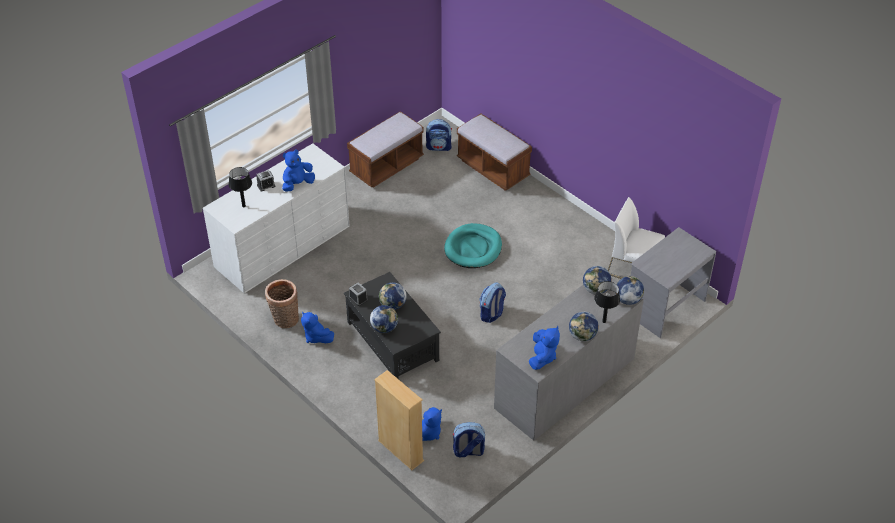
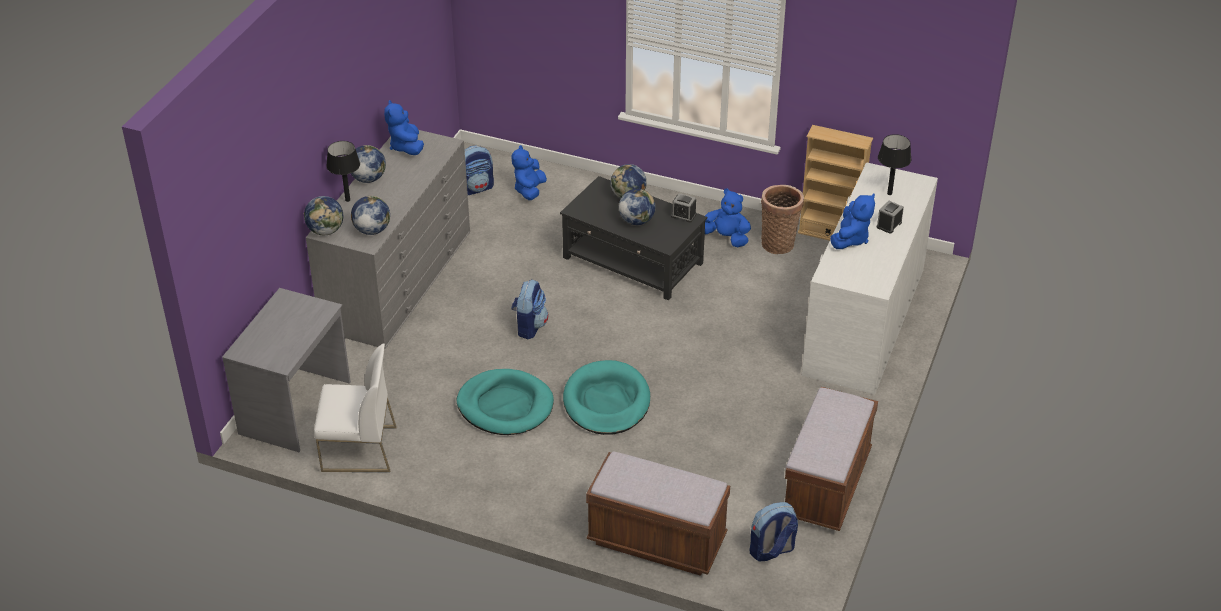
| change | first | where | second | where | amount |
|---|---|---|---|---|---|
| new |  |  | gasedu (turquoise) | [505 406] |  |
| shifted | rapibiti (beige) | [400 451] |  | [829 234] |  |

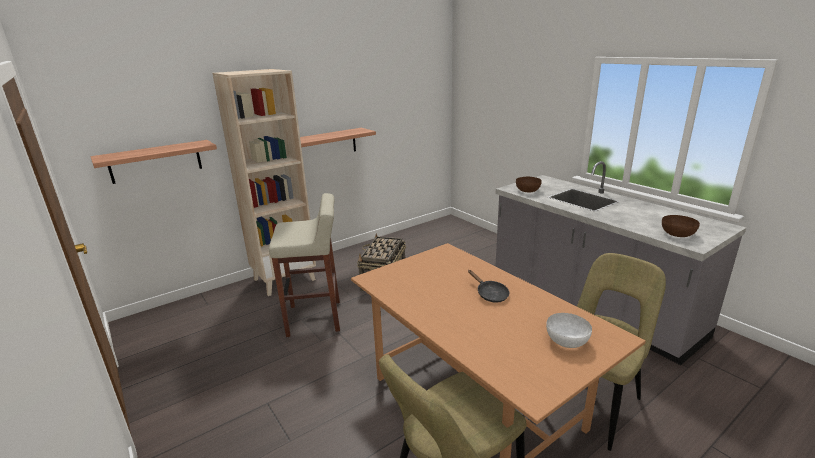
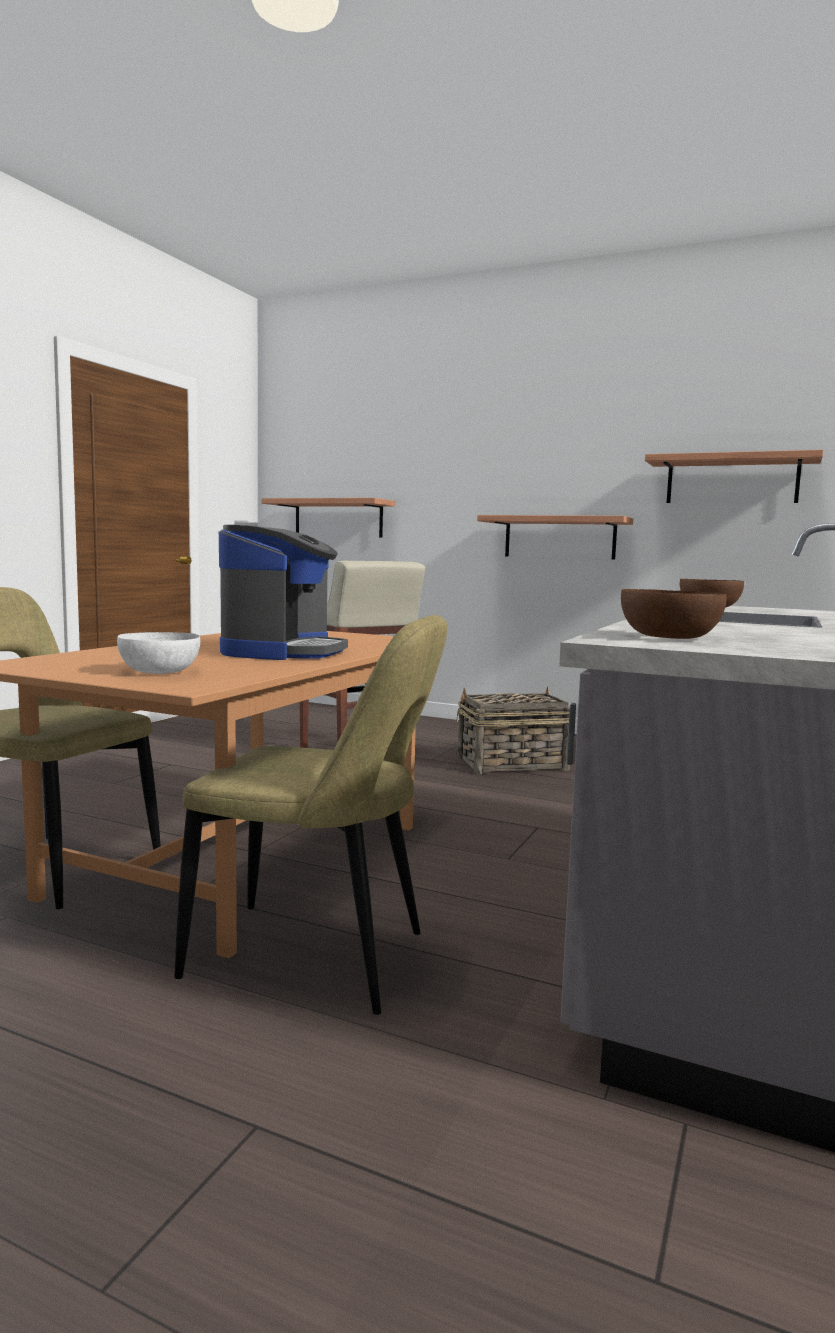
| change | first | where | second | where | amount |
|---|---|---|---|---|---|
| swapped | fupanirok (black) | [490 294] | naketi | [283 651] |  |
| new |  |  | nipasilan | [732 480] |  |
| gone | rapibiti (beige) | [284 279] |  |  |  |

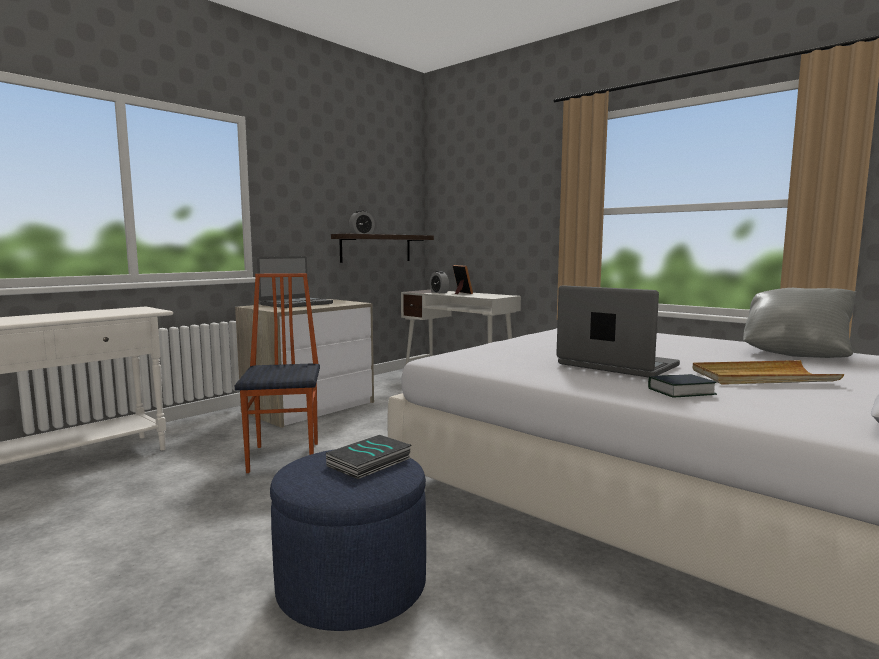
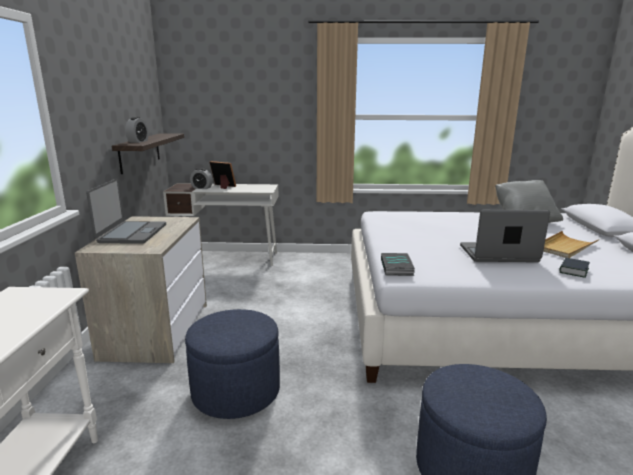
| change | first | where | second | where | amount |
|---|---|---|---|---|---|
| swapped | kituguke | [286 456] | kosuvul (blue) | [236 391] |  |
| shifted | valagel | [369 463] |  | [397 267] |  |

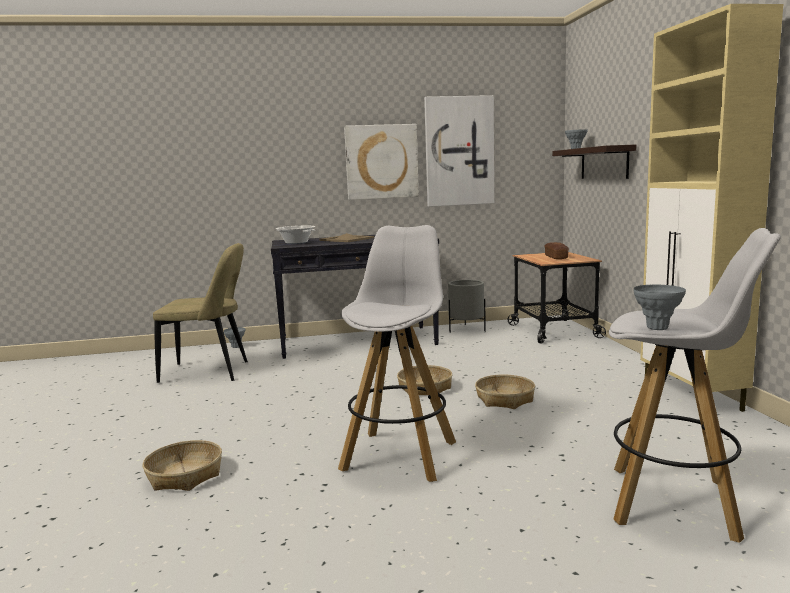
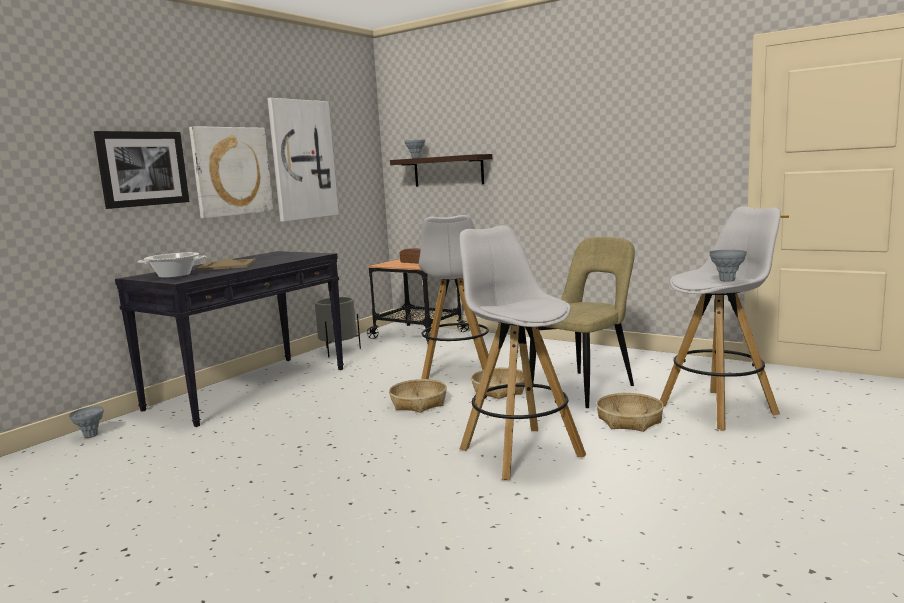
| change | first | where | second | where | amount |
|---|---|---|---|---|---|
| new |  |  | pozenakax | [143 168] |  |
| new |  |  | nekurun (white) | [457 370] |  |
| shifted | kituguke (beige) | [209 372] |  | [585 389] |  |
| shifted | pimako | [185 475] |  | [629 420] |  |
| gone | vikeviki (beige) | [691 396] |  |  |  |

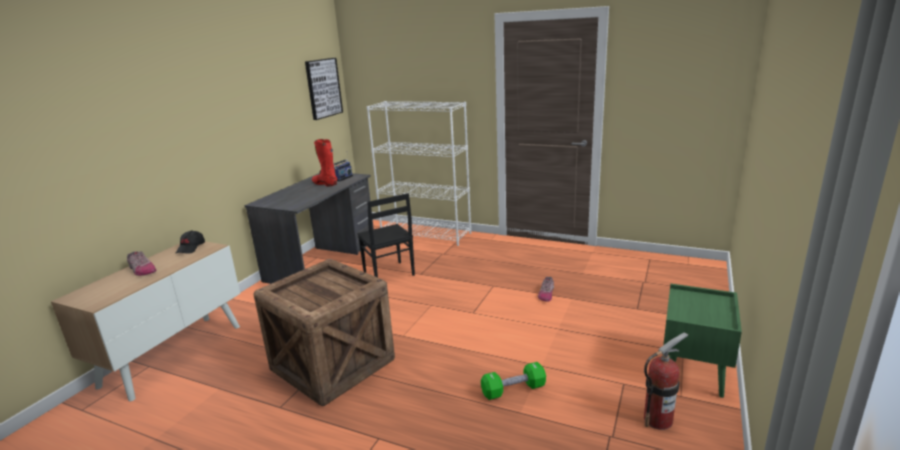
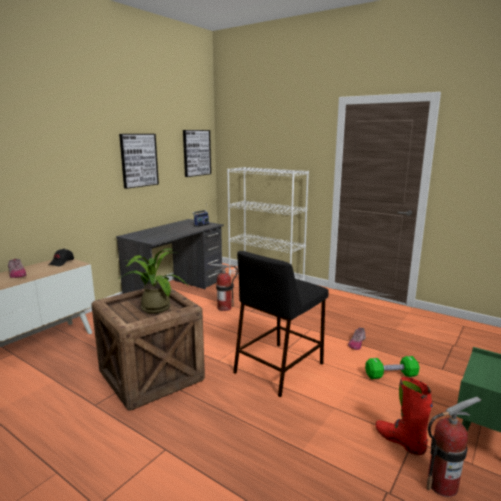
| change | first | where | second | where | amount |
|---|---|---|---|---|---|
| new |  |  | pozenakax | [138 160] |  |
| new |  |  | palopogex | [153 307] |  |
| swapped | kituguke (black) | [388 274] | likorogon | [224 308] |  |
| new |  |  | nekurun (black) | [279 367] |  |
| shifted | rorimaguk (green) | [513 390] |  | [391 375] |  |
| shifted | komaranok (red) | [325 184] |  | [399 441] |  |

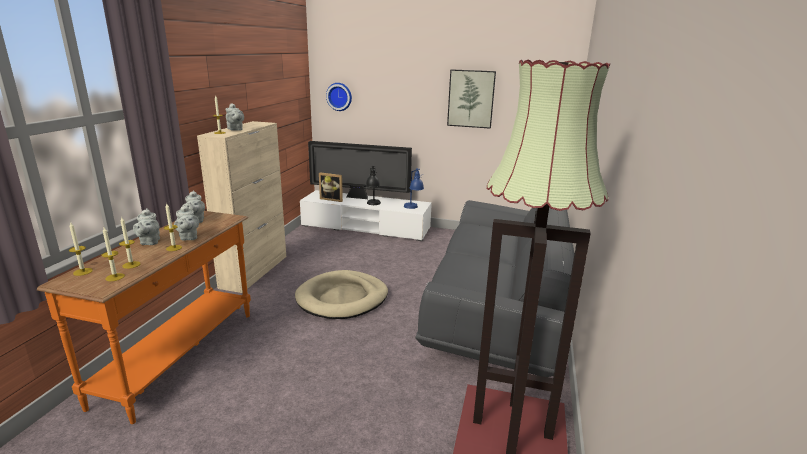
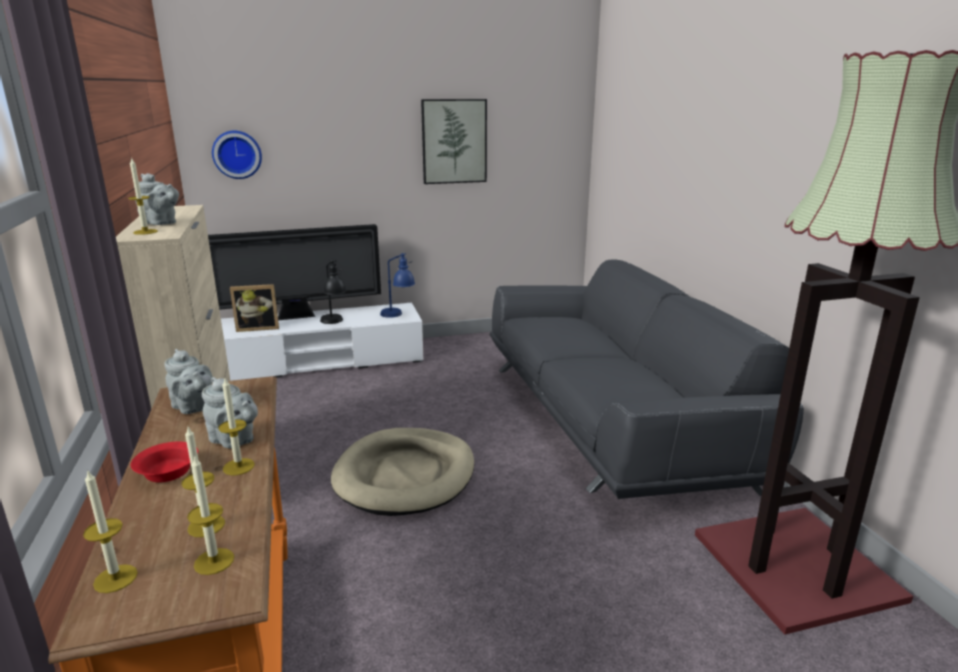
| change | first | where | second | where | amount |
|---|---|---|---|---|---|
| swapped | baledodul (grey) | [149 242] | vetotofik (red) | [167 472] |  |

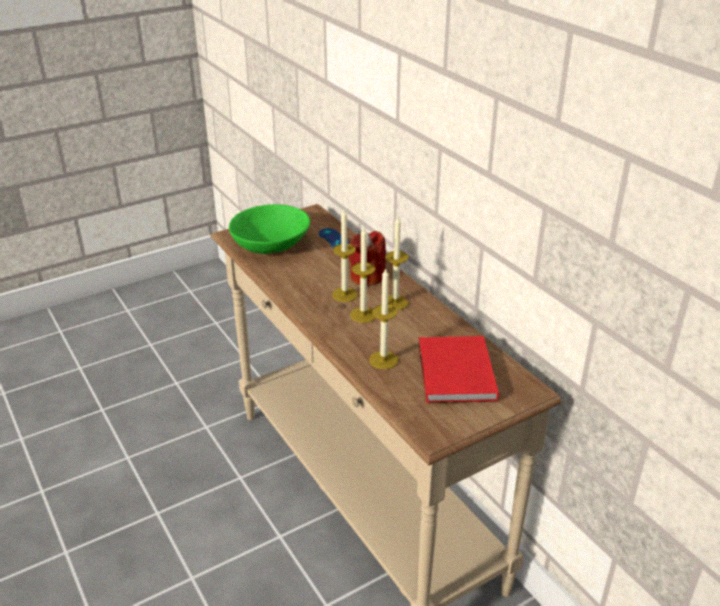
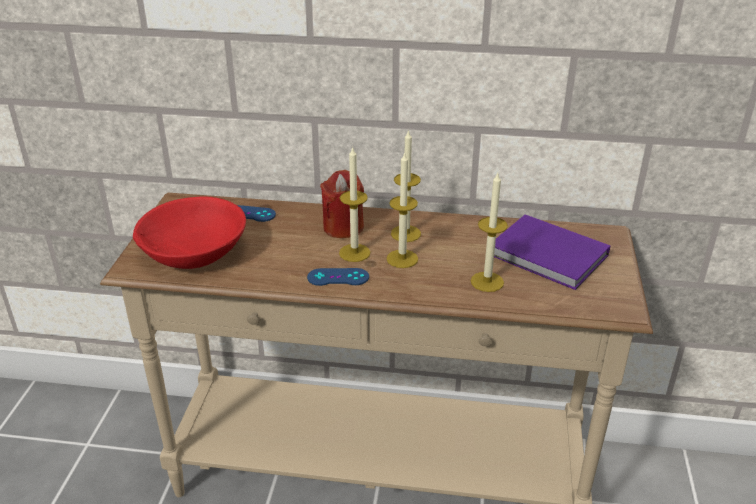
| change | first | where | second | where | amount |
|---|---|---|---|---|---|
| repainted | vetotofik (green) | [270 243] | vetotofik (red) | [194 251] |  |
| new |  |  | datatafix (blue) | [338 277] |  |
| repainted | valagel (red) | [455 374] | valagel (purple) | [549 257] |  |

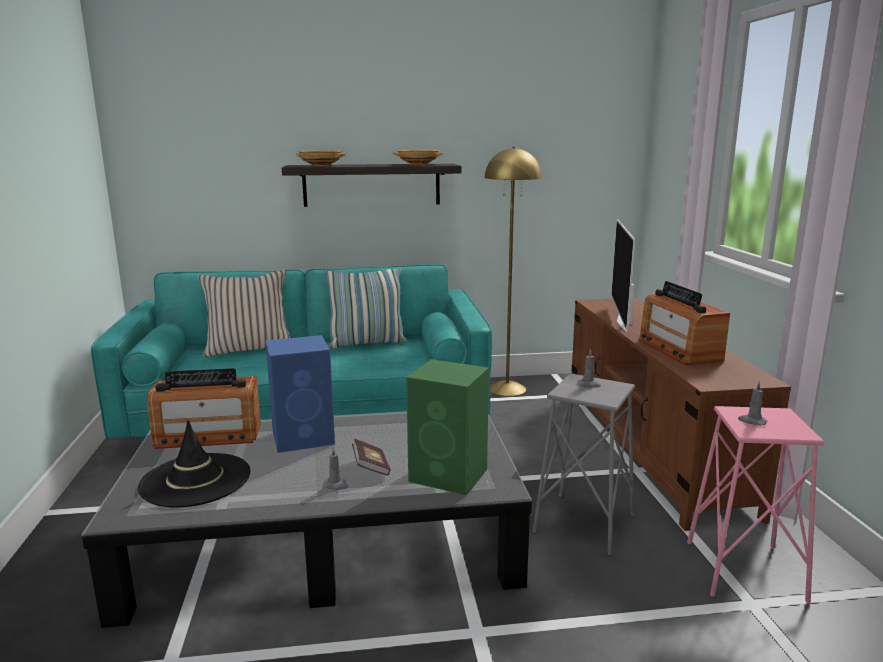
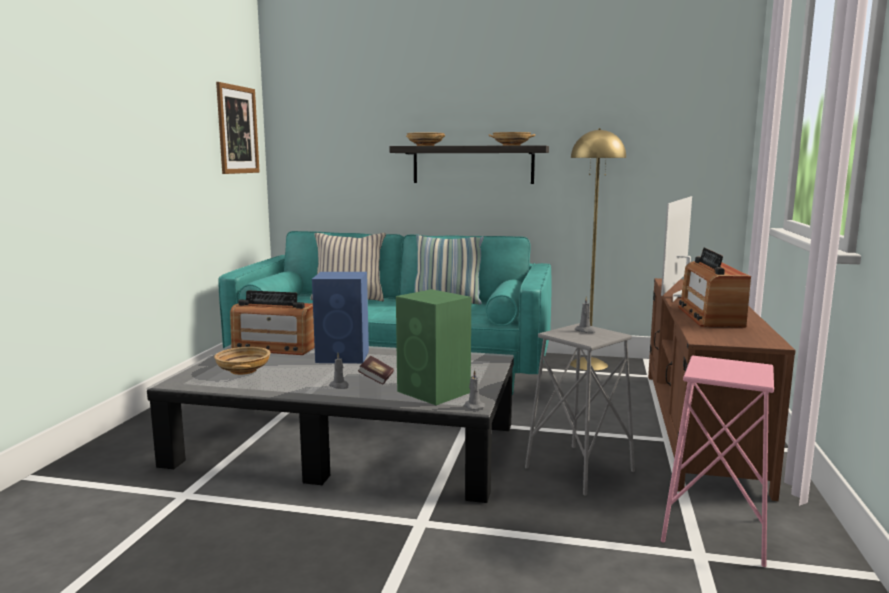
| change | first | where | second | where | amount |
|---|---|---|---|---|---|
| swapped | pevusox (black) | [195 480] | vetotofik (beige) | [243 370] |  |
| new |  |  | pozenakax | [237 130] |  |
| shifted | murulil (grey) | [752 421] |  | [473 406] |  |

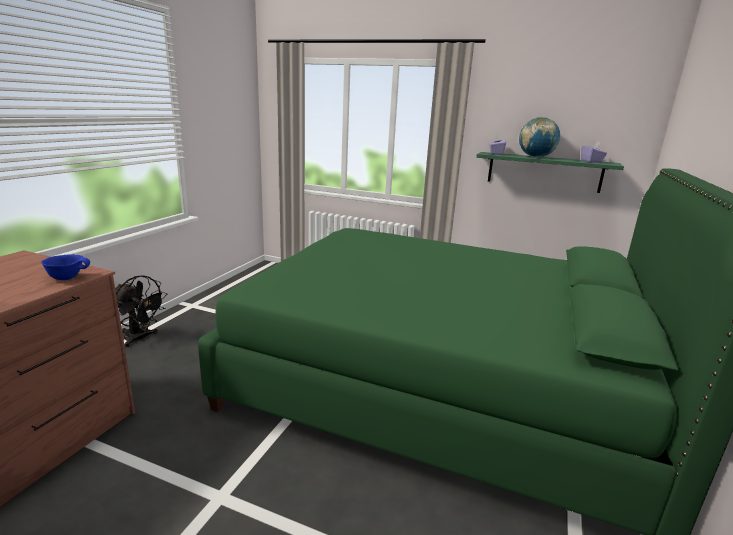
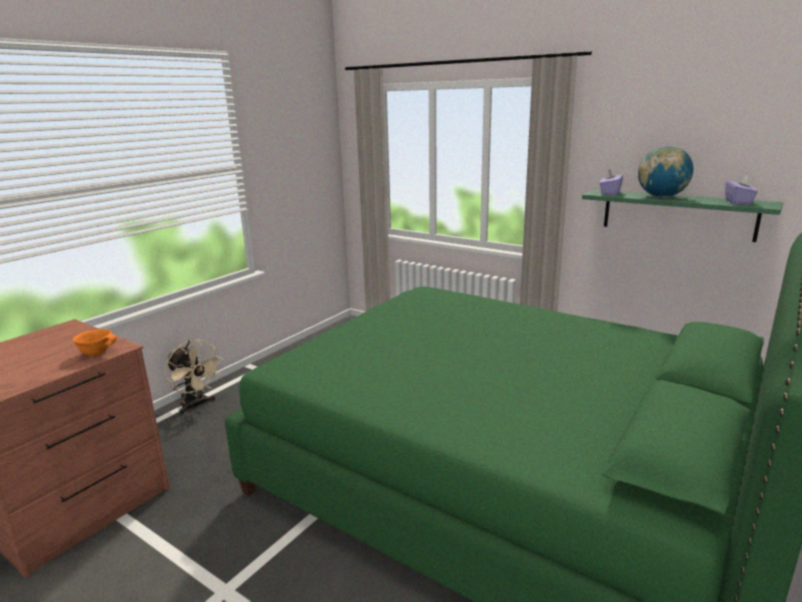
| change | first | where | second | where | amount |
|---|---|---|---|---|---|
| repainted | vetotofik (blue) | [67 278] | vetotofik (orange) | [98 353] |  |
| repainted | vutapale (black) | [140 339] | vutapale (beige) | [196 405] |  |

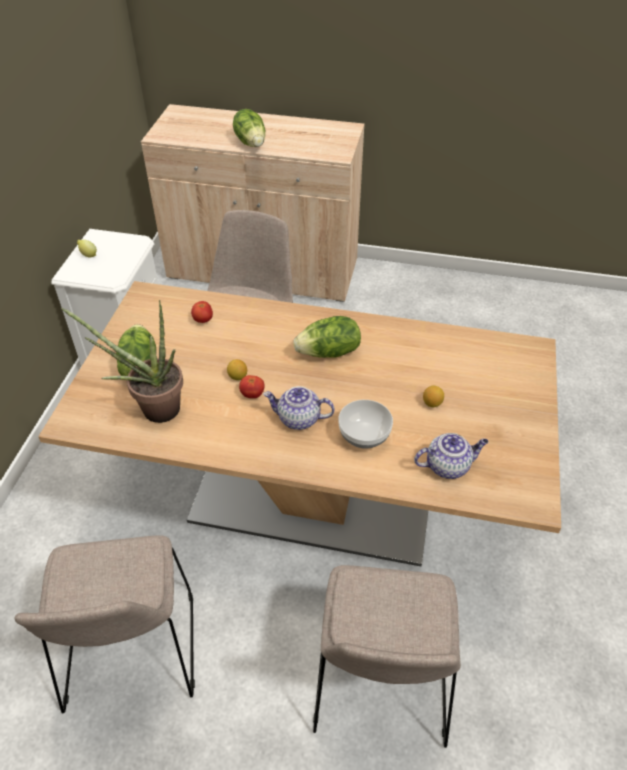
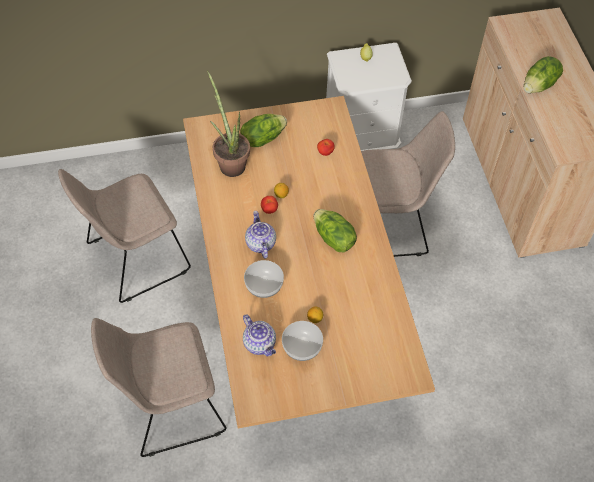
| change | first | where | second | where | amount |
|---|---|---|---|---|---|
| new |  |  | vetotofik | [302 347] |  |

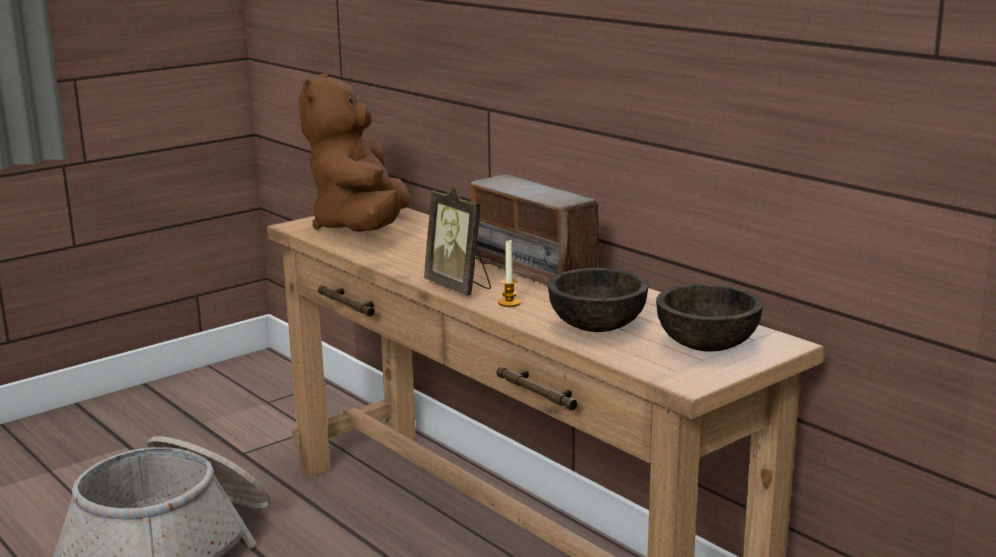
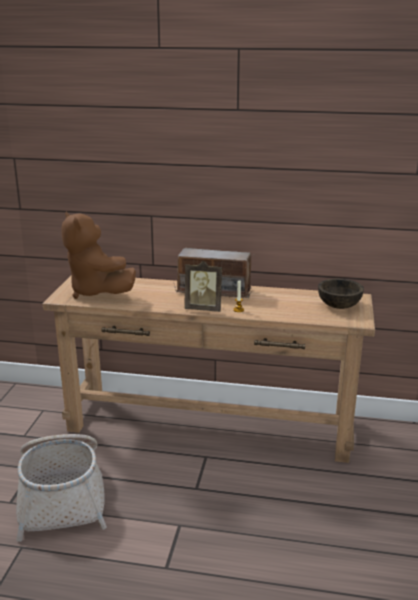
| change | first | where | second | where | amount |
|---|---|---|---|---|---|
| gone | vetotofik (brown) | [598 327] |  |  |  |

